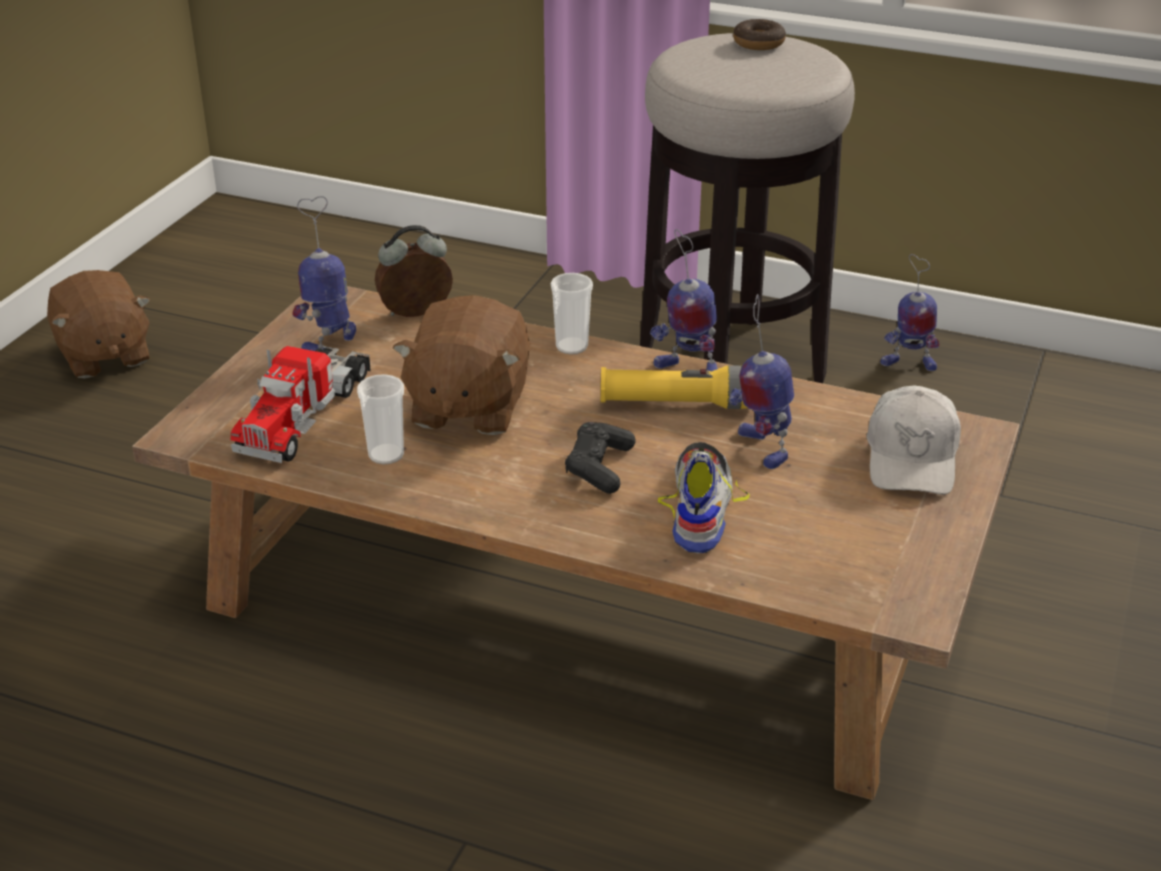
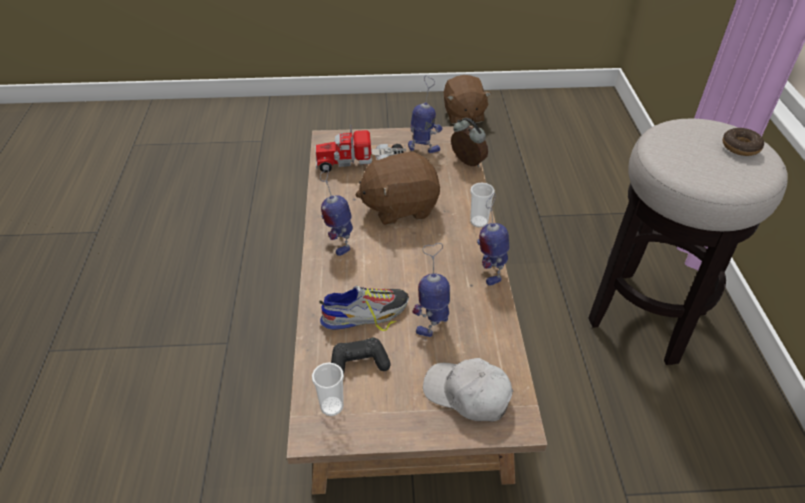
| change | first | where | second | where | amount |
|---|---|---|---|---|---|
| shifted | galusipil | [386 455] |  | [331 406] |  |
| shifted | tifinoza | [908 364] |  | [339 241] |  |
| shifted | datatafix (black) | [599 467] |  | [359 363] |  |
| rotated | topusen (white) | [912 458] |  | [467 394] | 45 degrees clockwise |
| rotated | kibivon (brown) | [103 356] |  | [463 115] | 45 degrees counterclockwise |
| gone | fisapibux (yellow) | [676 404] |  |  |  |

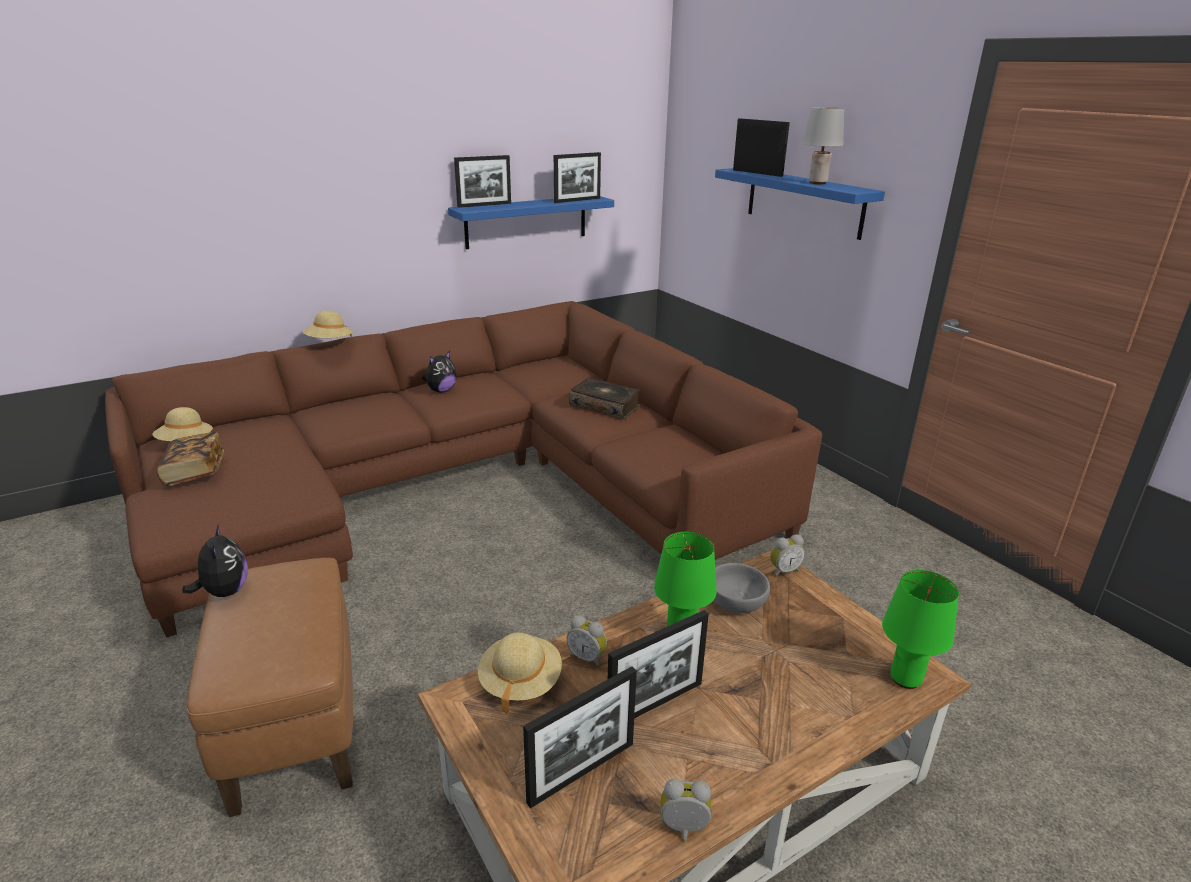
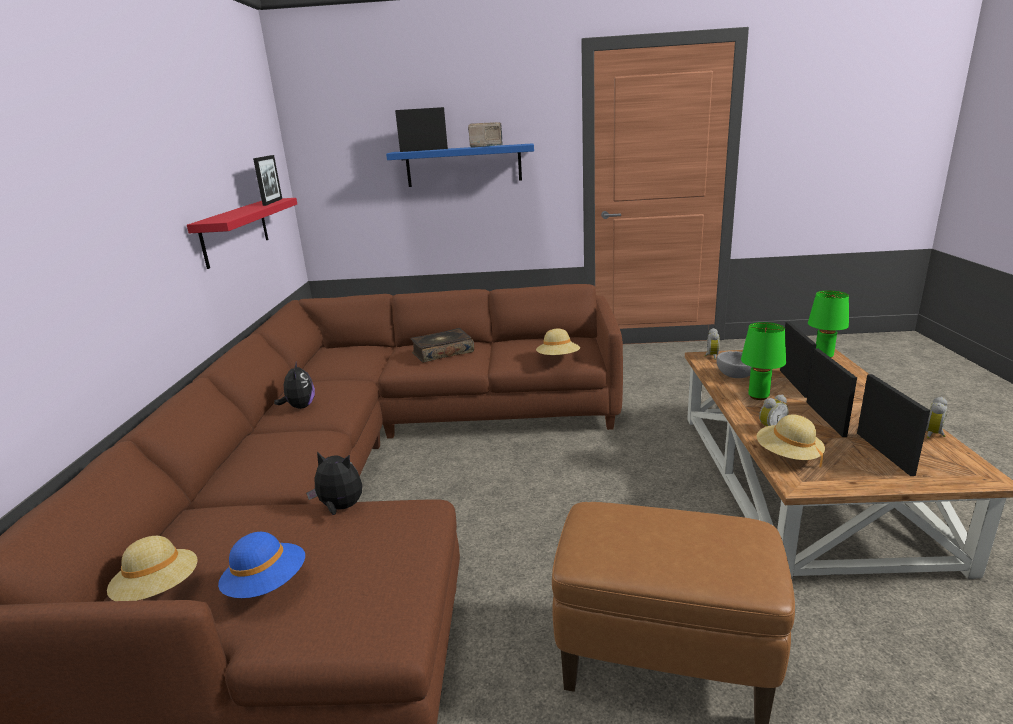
| change | first | where | second | where | amount |
|---|---|---|---|---|---|
| repainted | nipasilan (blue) | [526 221] | nipasilan (red) | [235 231] |  |
| swapped | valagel | [194 472] | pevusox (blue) | [267 585] |  |
| shifted | kibivon | [224 592] |  | [340 508] |  |
| swapped | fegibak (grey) | [818 183] | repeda | [486 146] |  |
| shifted | pevusox (beige) | [329 343] |  | [558 359] |  |
| shifted | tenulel | [484 205] |  | [793 383] |  |

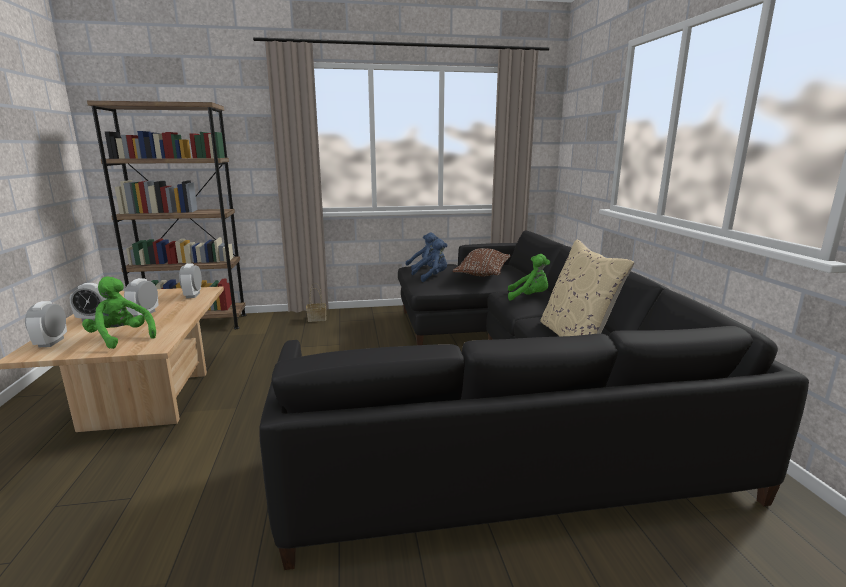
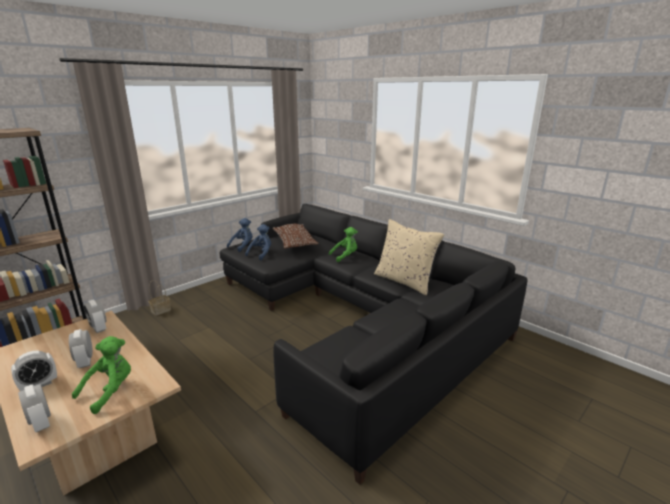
| change | first | where | second | where | amount |
|---|---|---|---|---|---|
| rotated | kibivon (green) | [121 338] |  | [110 390] | 120 degrees clockwise |

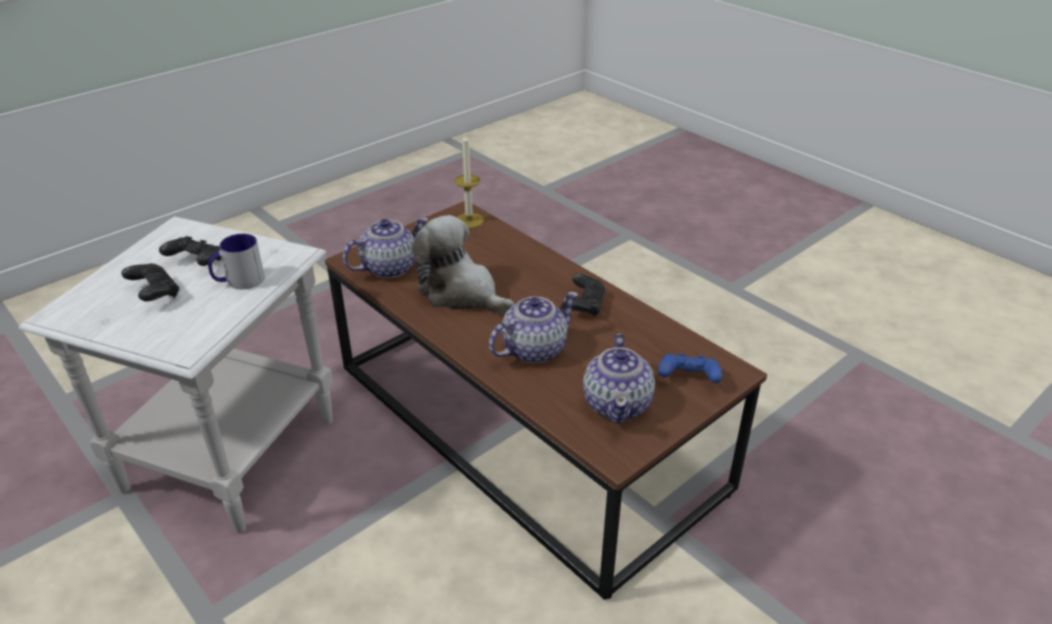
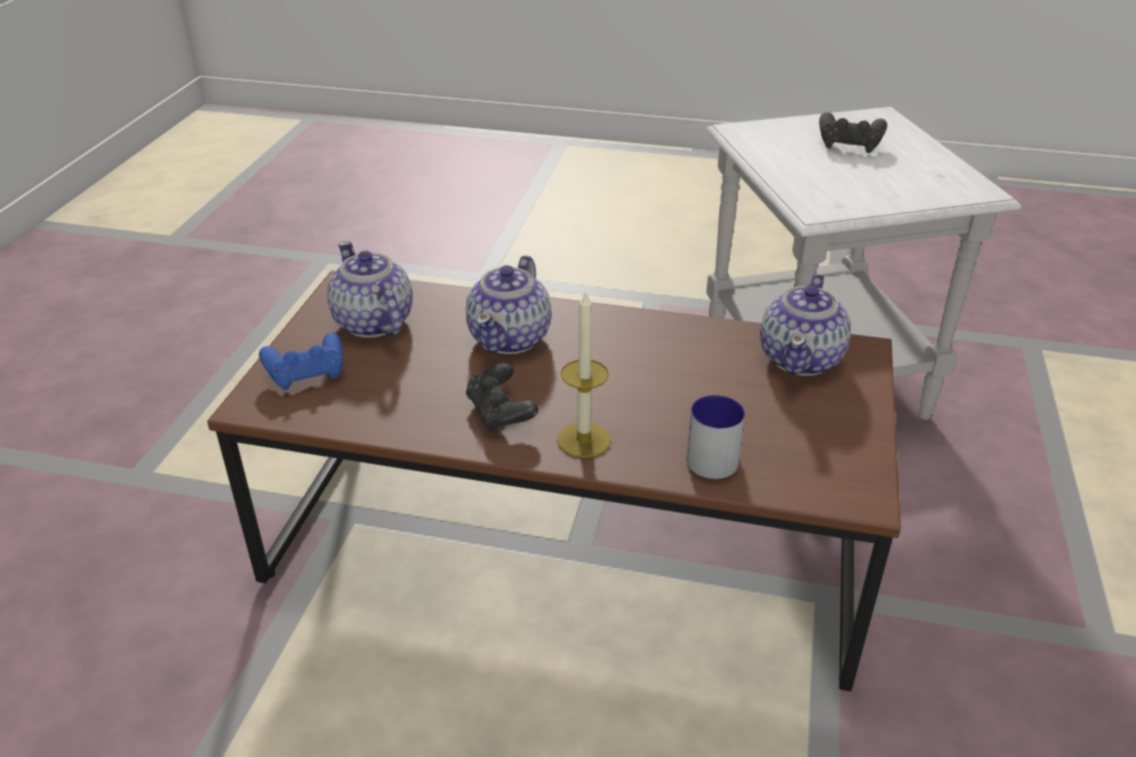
| change | first | where | second | where | amount |
|---|---|---|---|---|---|
| shifted | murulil | [469 220] |  | [583 440] |  |
| shifted | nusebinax | [239 281] |  | [715 455] |  |
| gone | datatafix (black) | [196 263] |  |  |  |
| gone | kibivon | [461 293] |  |  |  |

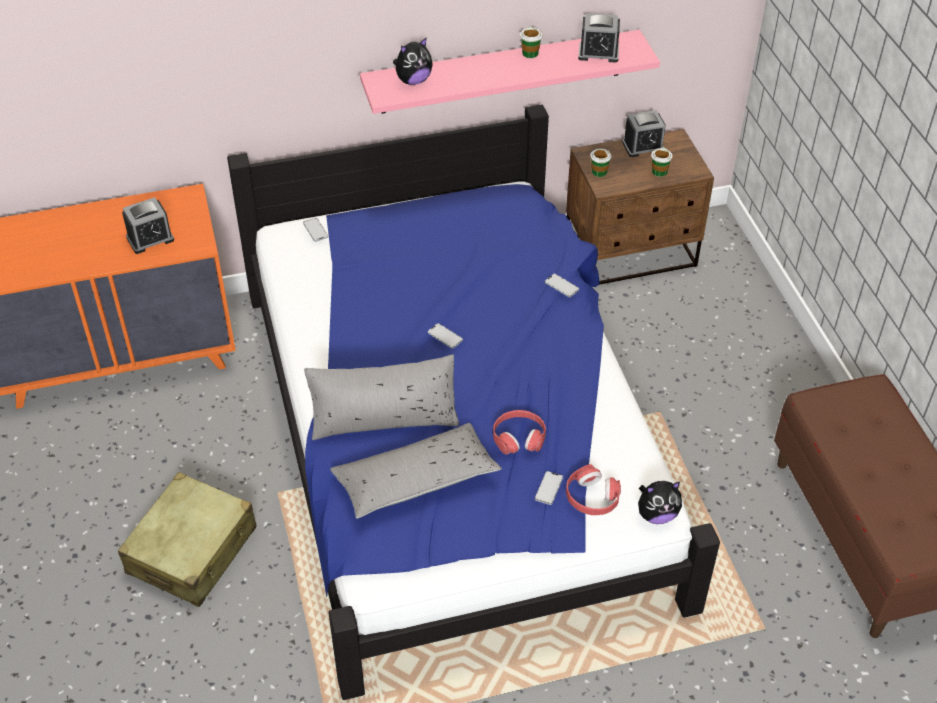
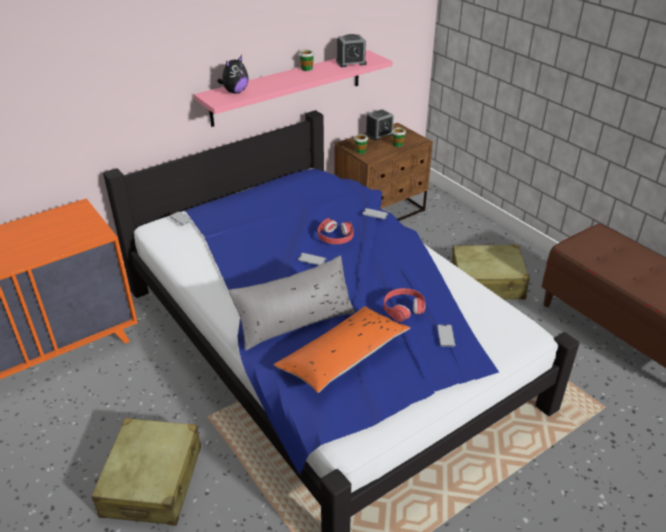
| change | first | where | second | where | amount |
|---|---|---|---|---|---|
| repainted | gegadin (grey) | [416 480] | gegadin (orange) | [343 357] |  |
| shifted | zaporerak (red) | [592 497] |  | [335 237] |  |
| new |  |  | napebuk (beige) | [487 283] |  |
| gone | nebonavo | [150 239] |  |  |  |
| gone | kibivon | [656 514] |  |  |  |

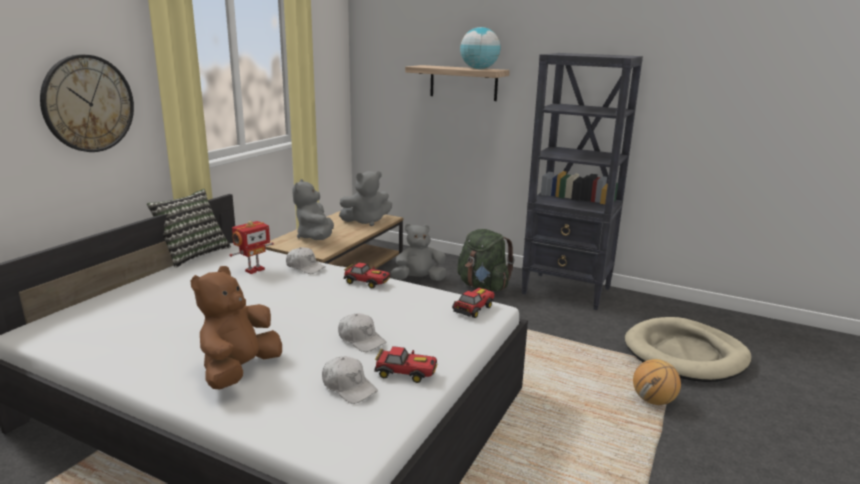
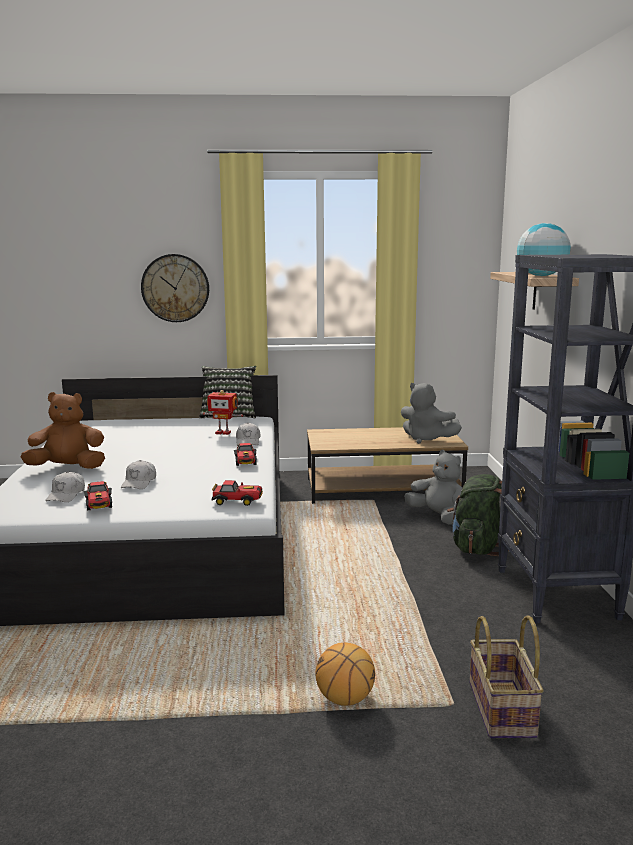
| change | first | where | second | where | amount |
|---|---|---|---|---|---|
| swapped | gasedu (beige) | [685 354] | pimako | [503 709] |  |
| gone | kibivon (grey) | [316 238] |  |  |  |

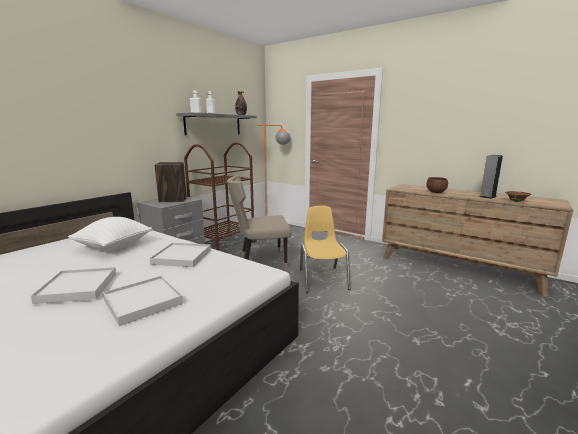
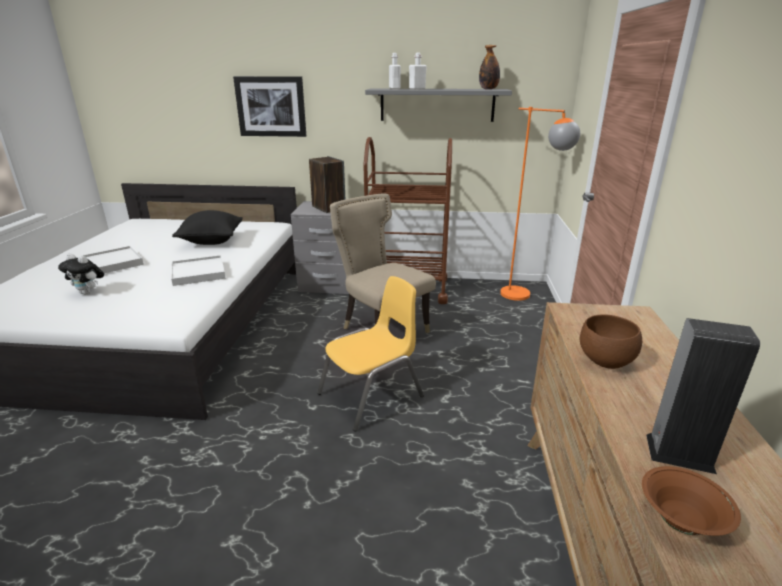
| change | first | where | second | where | amount |
|---|---|---|---|---|---|
| swapped | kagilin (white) | [143 301] | kibivon | [88 293] |  |
| repainted | gegadin (white) | [114 247] | gegadin (black) | [212 241] |  |
| new |  |  | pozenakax | [271 106] |  |

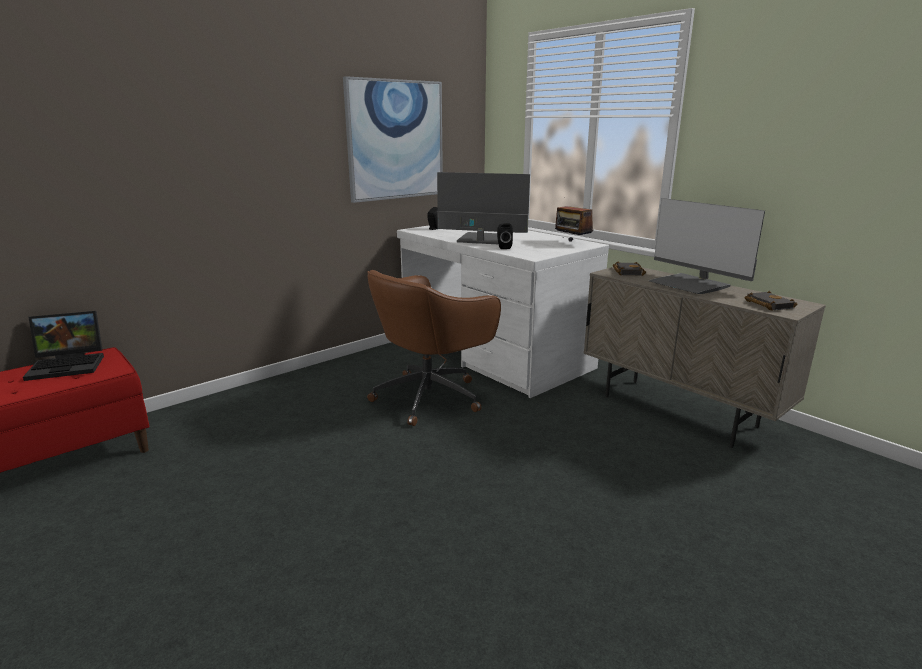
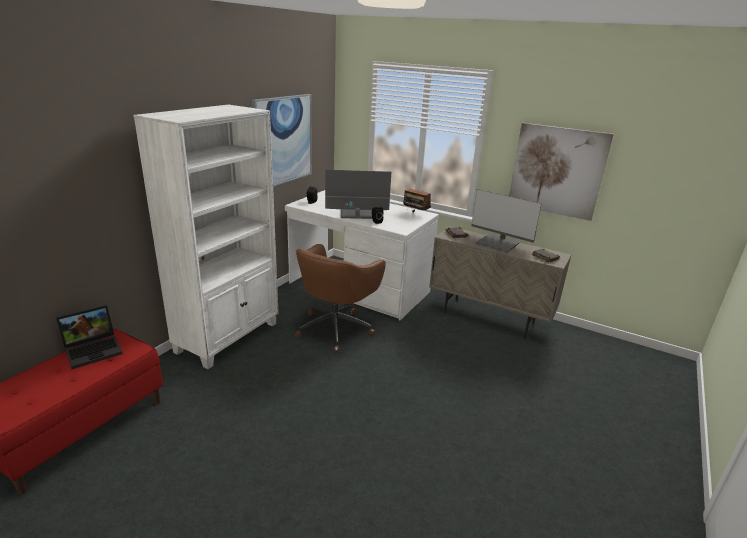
| change | first | where | second | where | amount |
|---|---|---|---|---|---|
| new |  |  | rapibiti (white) | [229 337] |  |
| new |  |  | pozenakax | [557 171] |  |

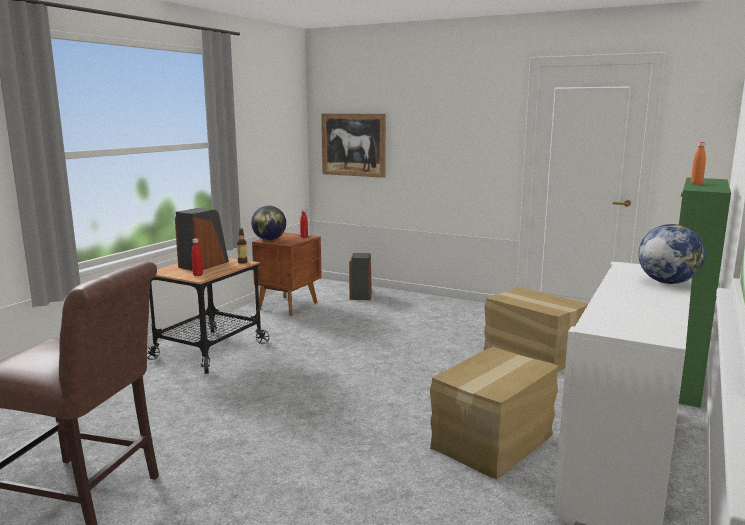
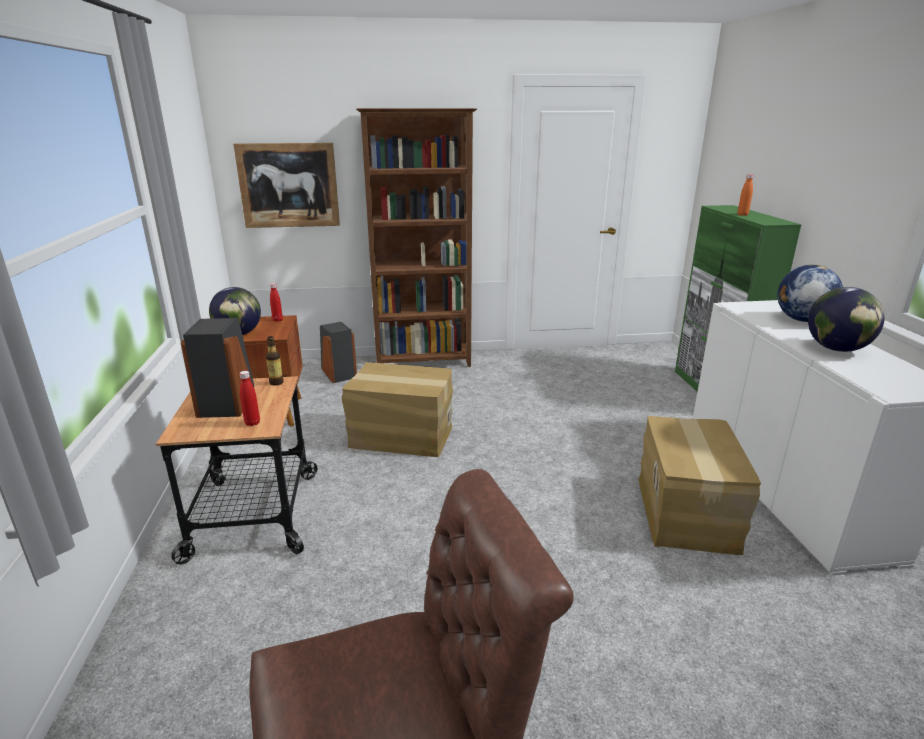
| change | first | where | second | where | amount |
|---|---|---|---|---|---|
| shifted | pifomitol | [531 353] |  | [401 436] |  |
| new |  |  | rapibiti (brown) | [424 361] |  |
| new |  |  | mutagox | [836 349] |  |

